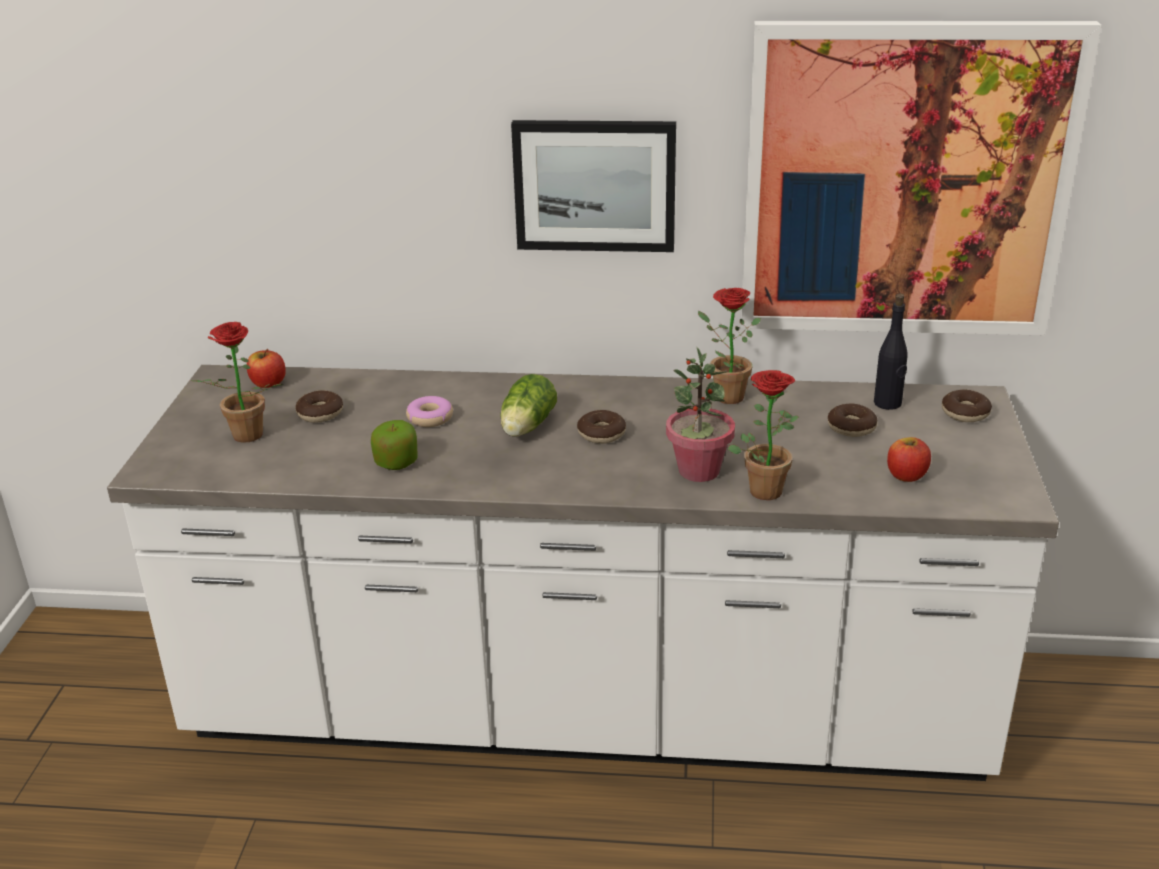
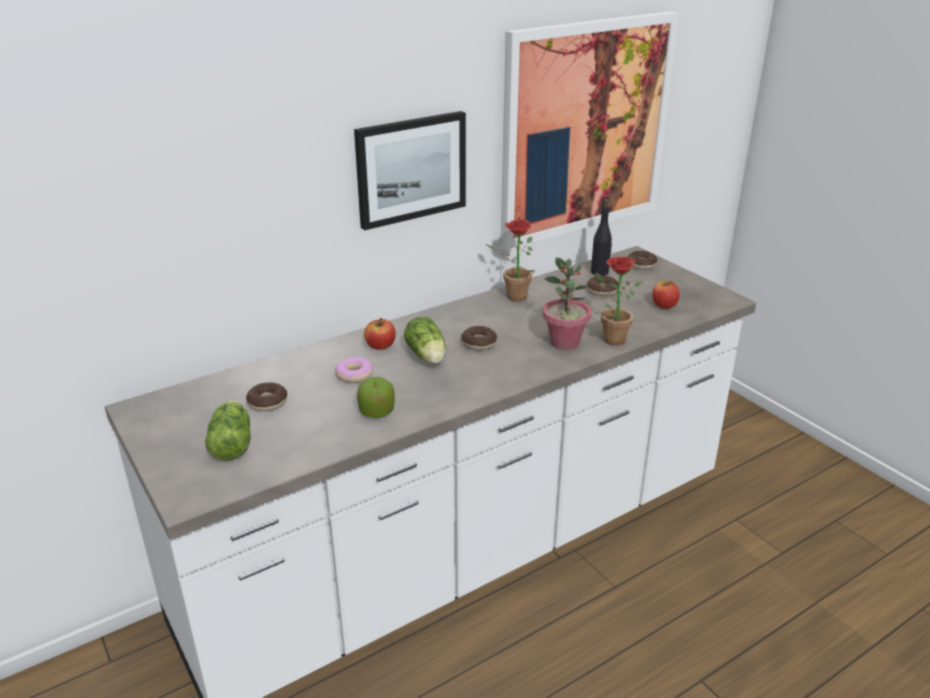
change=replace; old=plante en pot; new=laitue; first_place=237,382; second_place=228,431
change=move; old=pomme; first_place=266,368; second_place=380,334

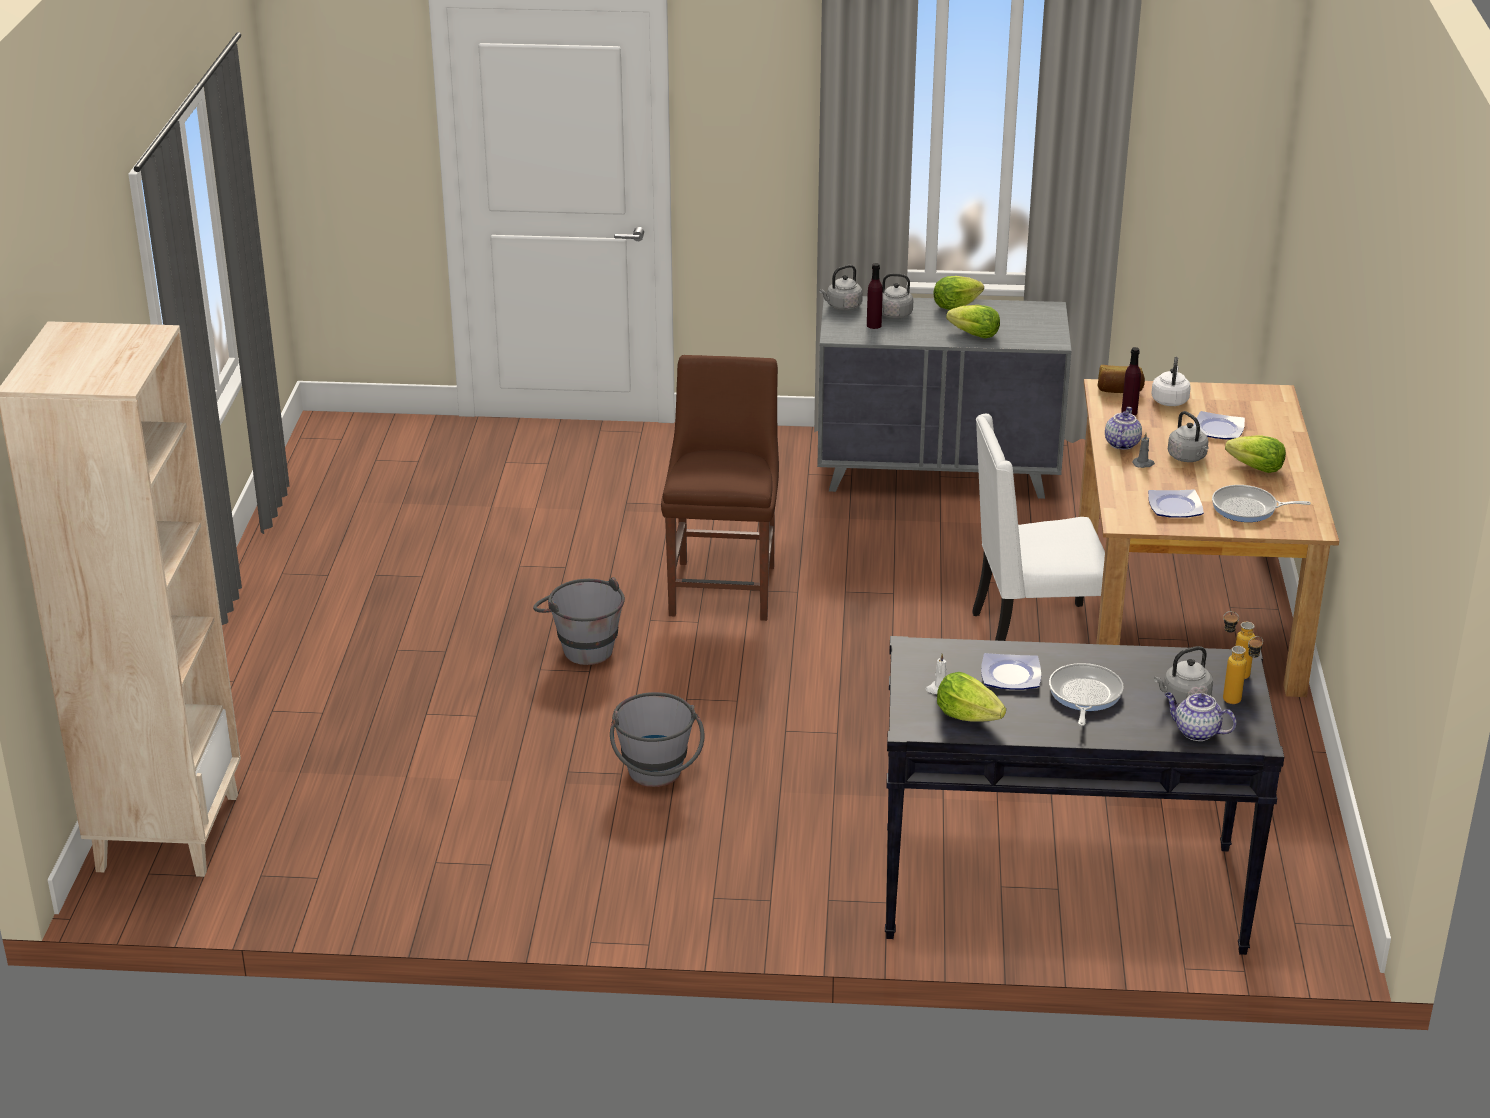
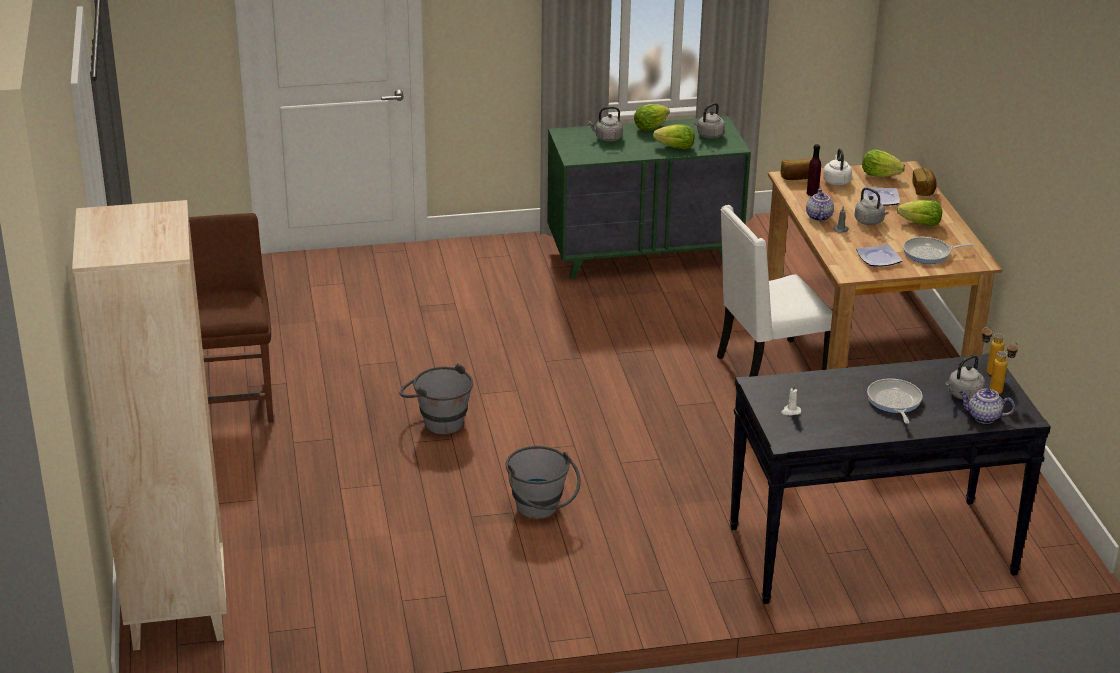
change=move; old=chaise/marron; first_place=720,488; second_place=231,318
change=recolor; old=commode/gris; new=commode/vert; first_place=944,397; second_place=649,197
change=move; old=bouilloire/gris; first_place=841,288; second_place=710,120
change=move; old=laitue; first_place=971,697; second_place=883,163
change=insert; new=pain; second_place=924,182
change=delete; old=bouteille/violet; first_place=875,296
change=delete; old=assiette; first_place=1011,671

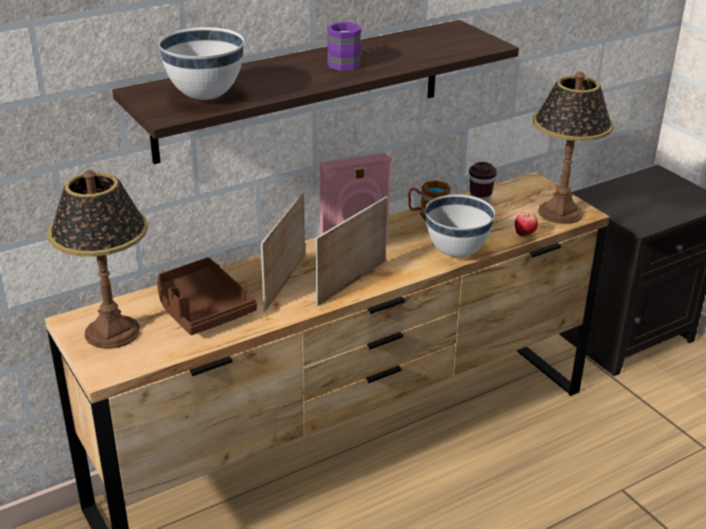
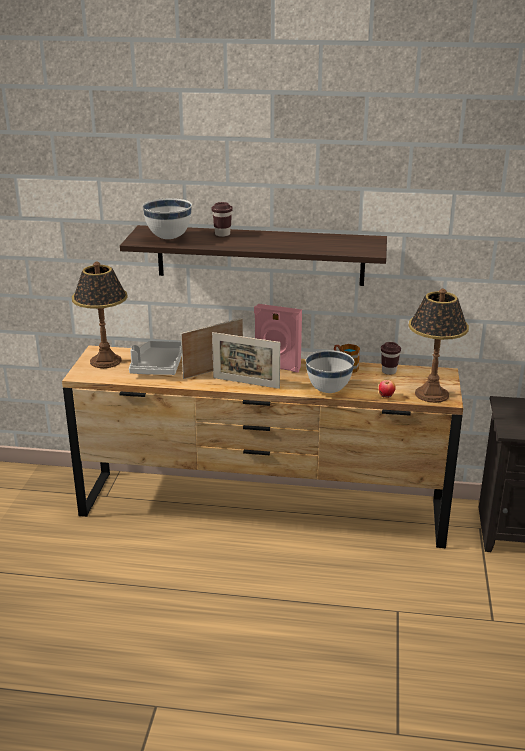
change=recolor; old=plateau/marron; new=plateau/gris; first_place=207,296; second_place=155,358
change=insert; new=tasse/marron; second_place=222,219
change=rotate; old=cadre photo; first_place=351,251; second_place=246,360; degrees=-150
change=delete; old=mug/violet; first_place=344,46

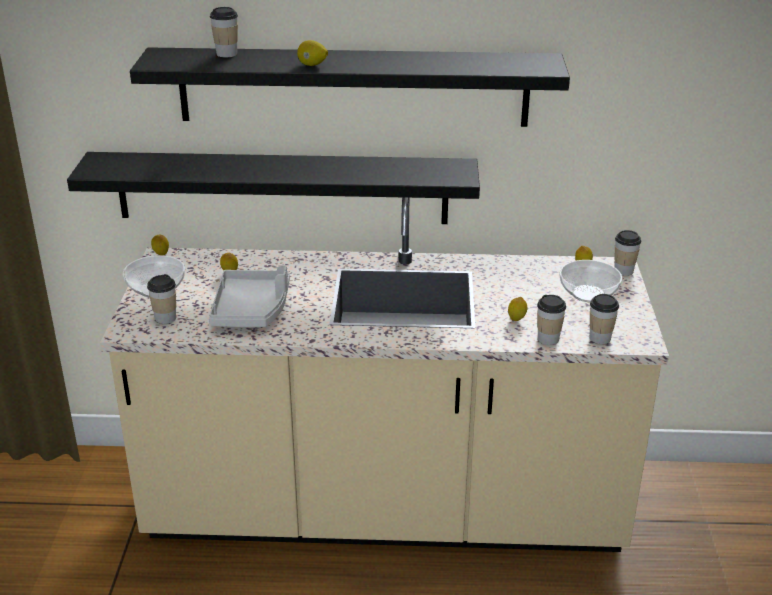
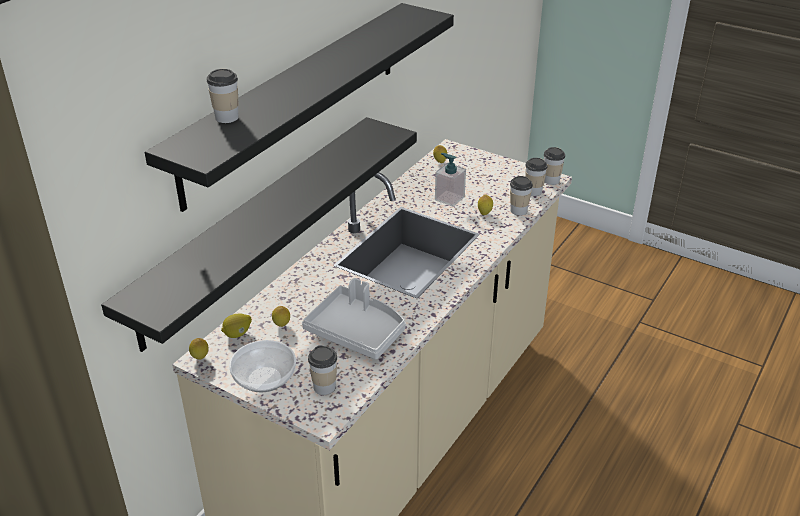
change=move; old=citron; first_place=312,53; second_place=236,325
change=insert; new=distributeur de savon; second_place=450,180
change=move; old=tasse; first_place=627,253; second_place=554,166
change=delete; old=bol; first_place=591,281

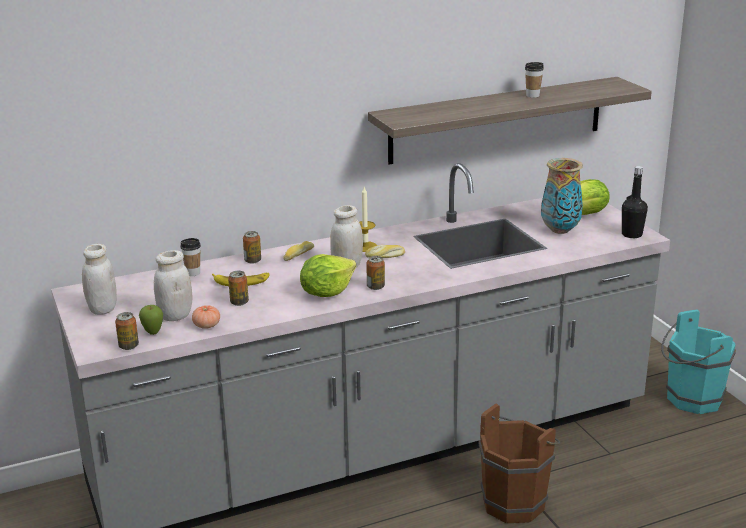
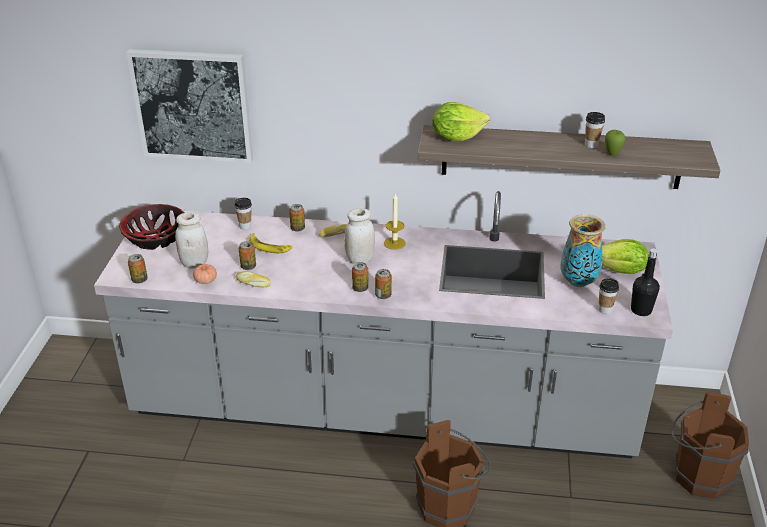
change=replace; old=bocal/blanc; new=bol; first_place=99,279; second_place=151,227
change=insert; new=tableau; second_place=189,106
change=move; old=pain; first_place=385,251; second_place=253,280
change=insert; new=boîte métallique; second_place=383,284
change=move; old=laitue; first_place=328,275; second_place=461,121
change=insert; new=tasse; second_place=608,296
change=move; old=pomme; first_place=151,320; second_place=615,142
change=recolor; old=seau/turquoise; new=seau/marron; first_place=698,361; second_place=710,445

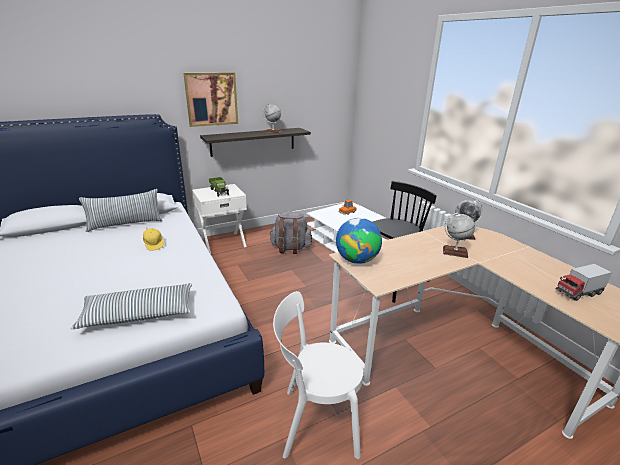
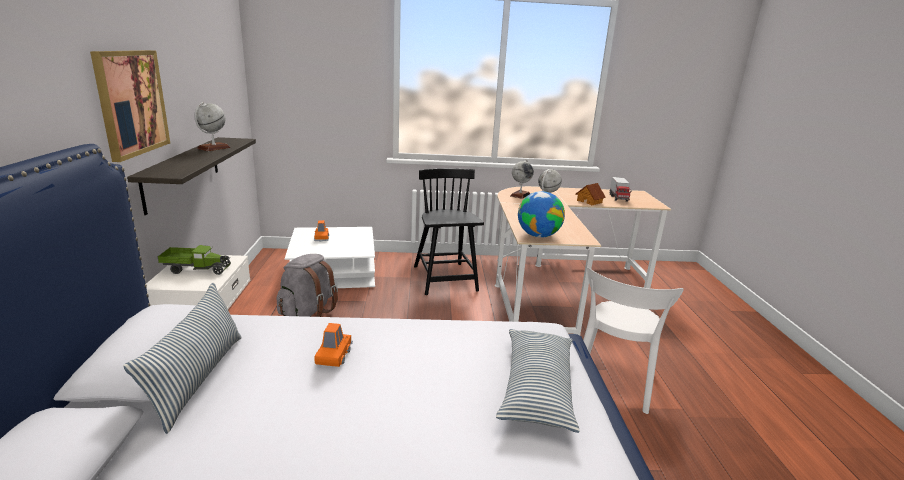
change=replace; old=casquette/jaune; new=petite voiture/orange; first_place=153,239; second_place=333,345
change=insert; new=maison miniature; second_place=590,194

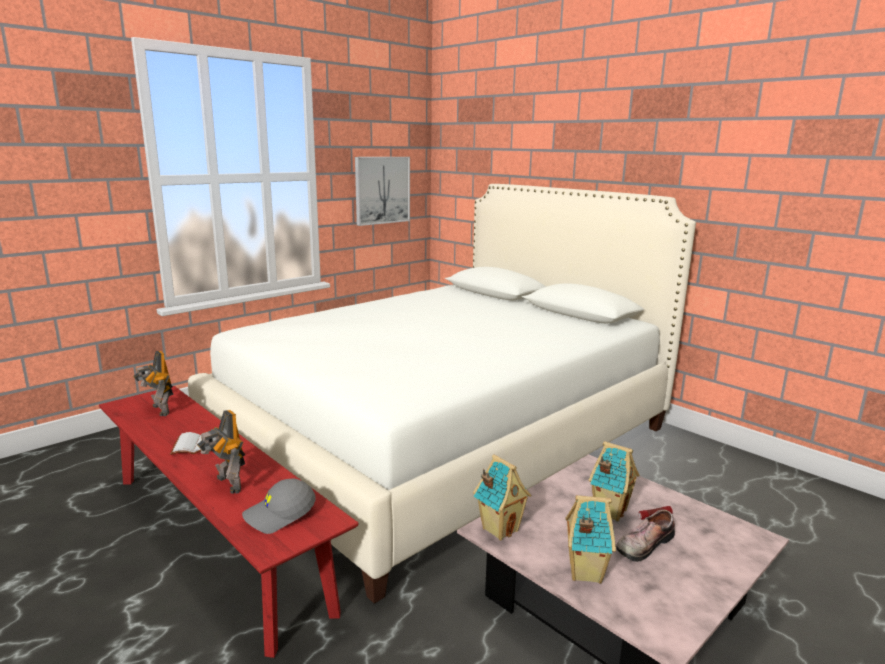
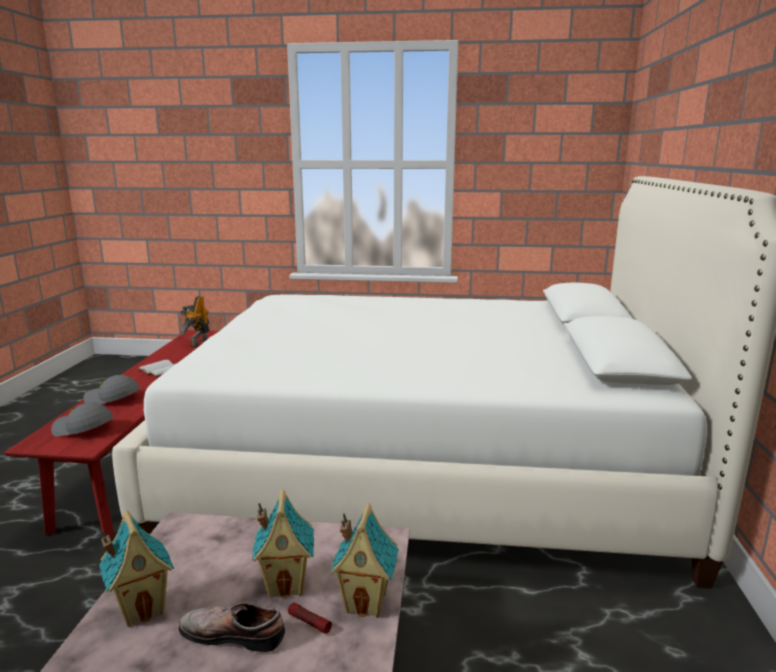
change=replace; old=robot jouet; new=casquette/gris; first_place=221,452; second_place=111,389
change=move; old=maison miniature; first_place=502,497; second_place=364,561
change=delete; old=tableau; first_place=382,191

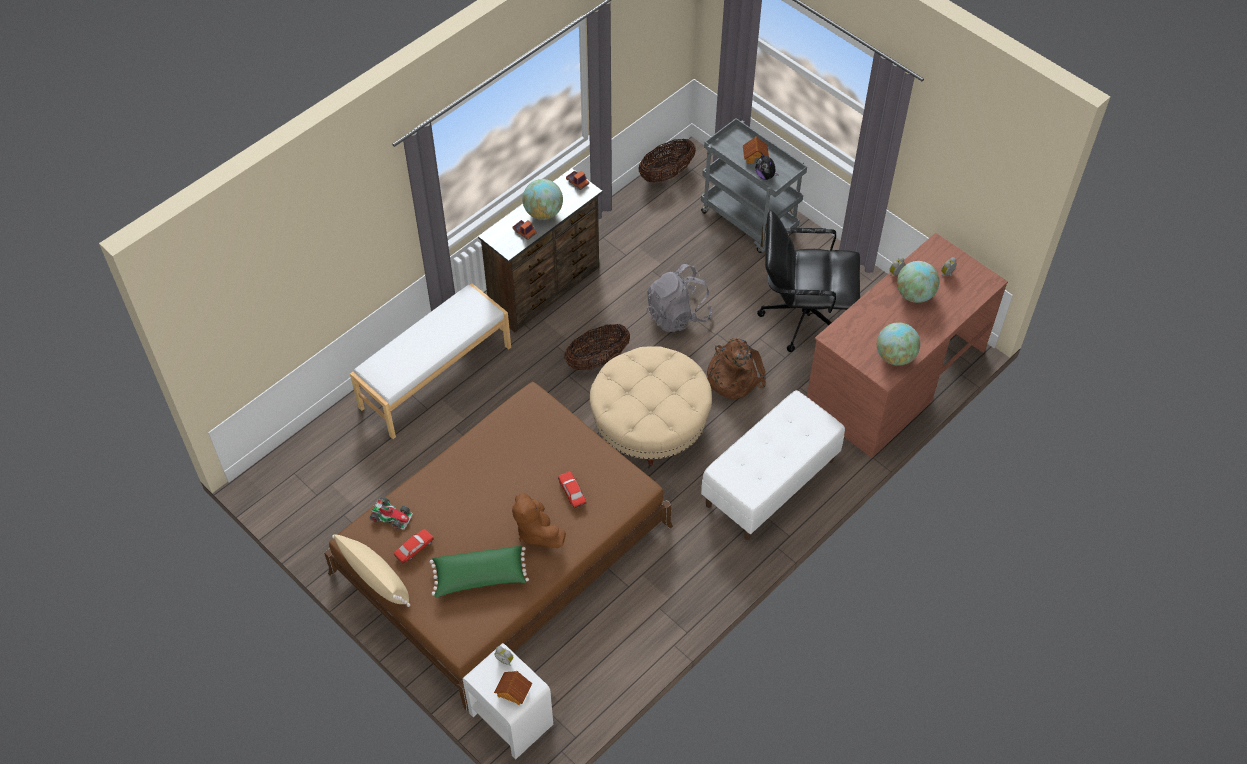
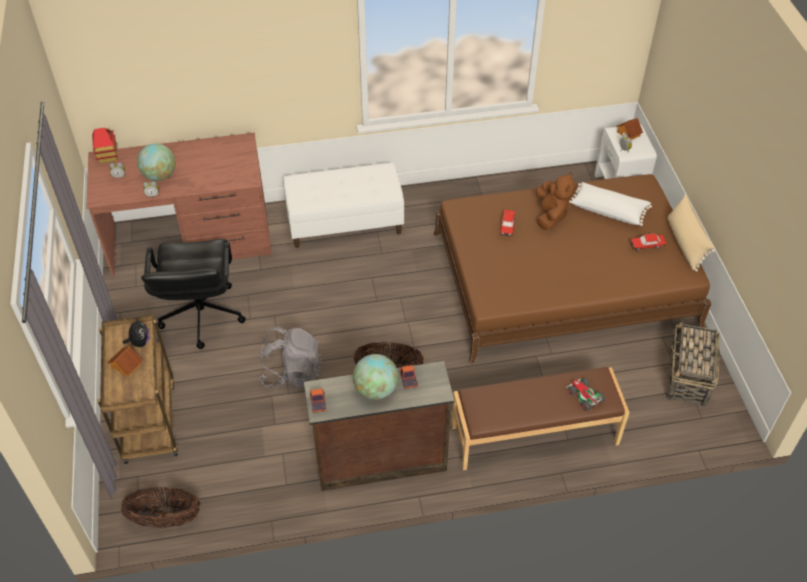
change=insert; new=maison miniature; second_place=104,145
change=recolor; old=chariot/gris; new=chariot/marron; first_place=754,185; second_place=138,389
change=rotate; old=chaise de bureau/noir; first_place=808,281; second_place=193,294; degrees=45
change=recolor; old=banc/blanc; new=banc/marron; first_place=430,361; second_place=540,418
change=move; old=petite voiture; first_place=391,513; second_place=585,394
change=recolor; old=coussin/vert; new=coussin/blanc; first_place=479,572; second_place=610,204
change=insert; new=panier; second_place=693,364
change=delete; old=pouf/beige; first_place=651,407
change=delete; old=sac à dos/marron; first_place=736,368
change=delete; old=globe; first_place=898,344

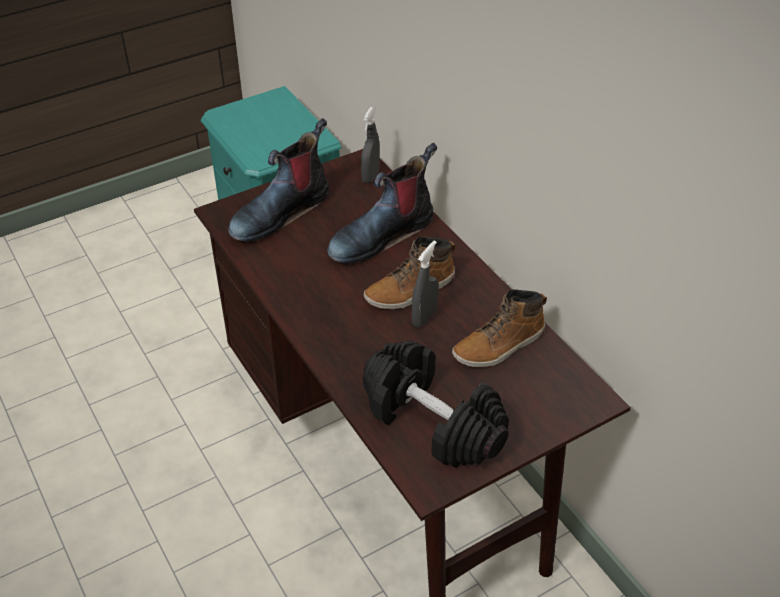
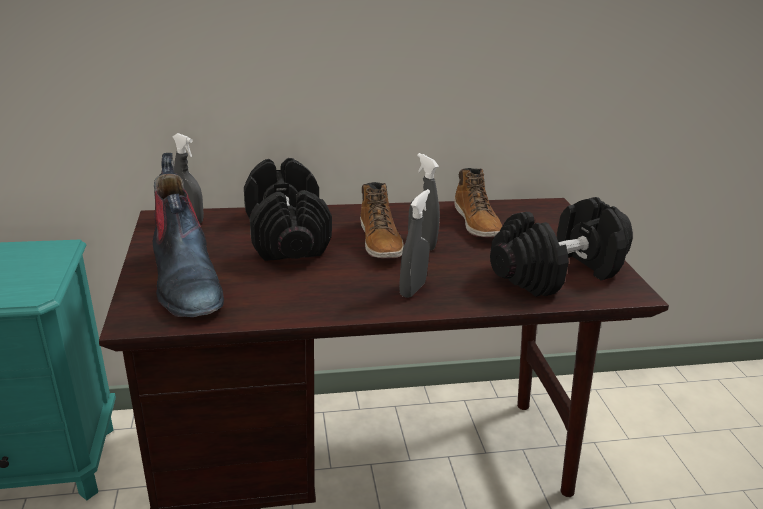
change=replace; old=botte; new=haltère/noir; first_place=382,203; second_place=288,209
change=insert; new=vaporisateur/gris; second_place=414,243

